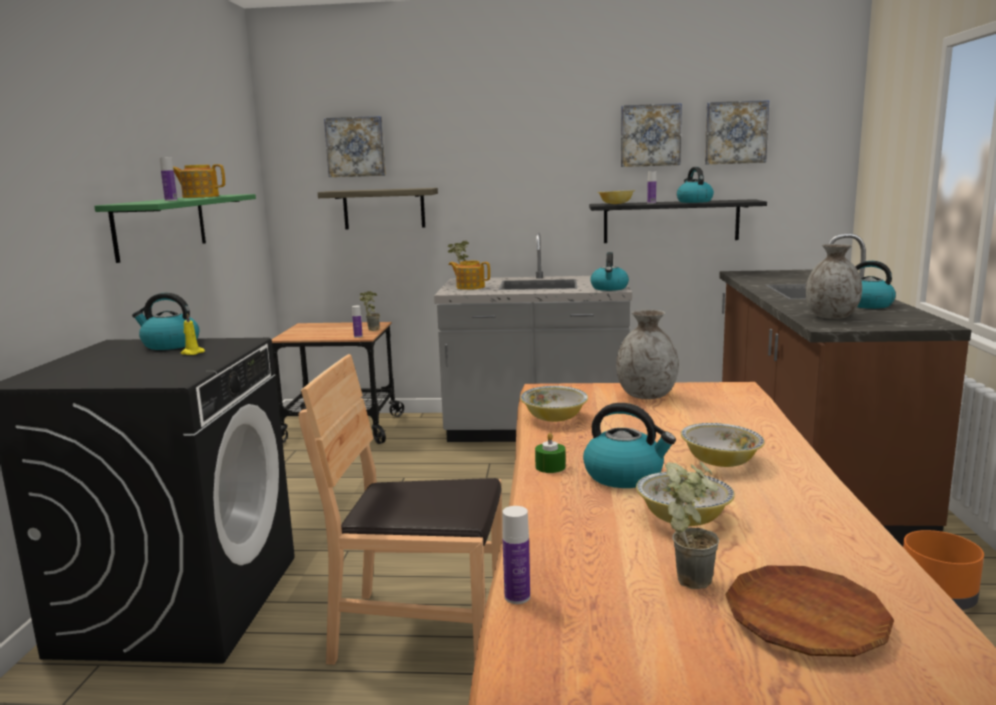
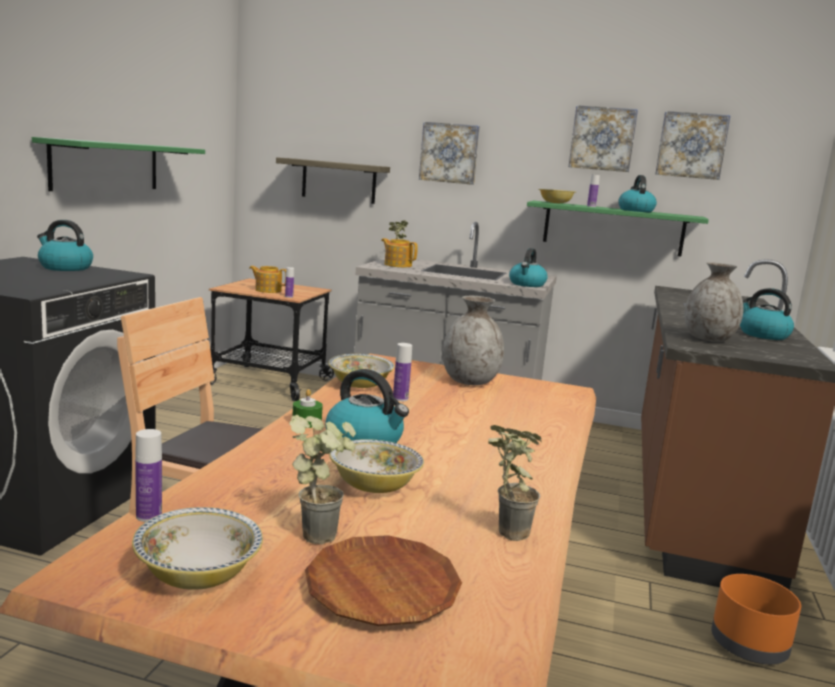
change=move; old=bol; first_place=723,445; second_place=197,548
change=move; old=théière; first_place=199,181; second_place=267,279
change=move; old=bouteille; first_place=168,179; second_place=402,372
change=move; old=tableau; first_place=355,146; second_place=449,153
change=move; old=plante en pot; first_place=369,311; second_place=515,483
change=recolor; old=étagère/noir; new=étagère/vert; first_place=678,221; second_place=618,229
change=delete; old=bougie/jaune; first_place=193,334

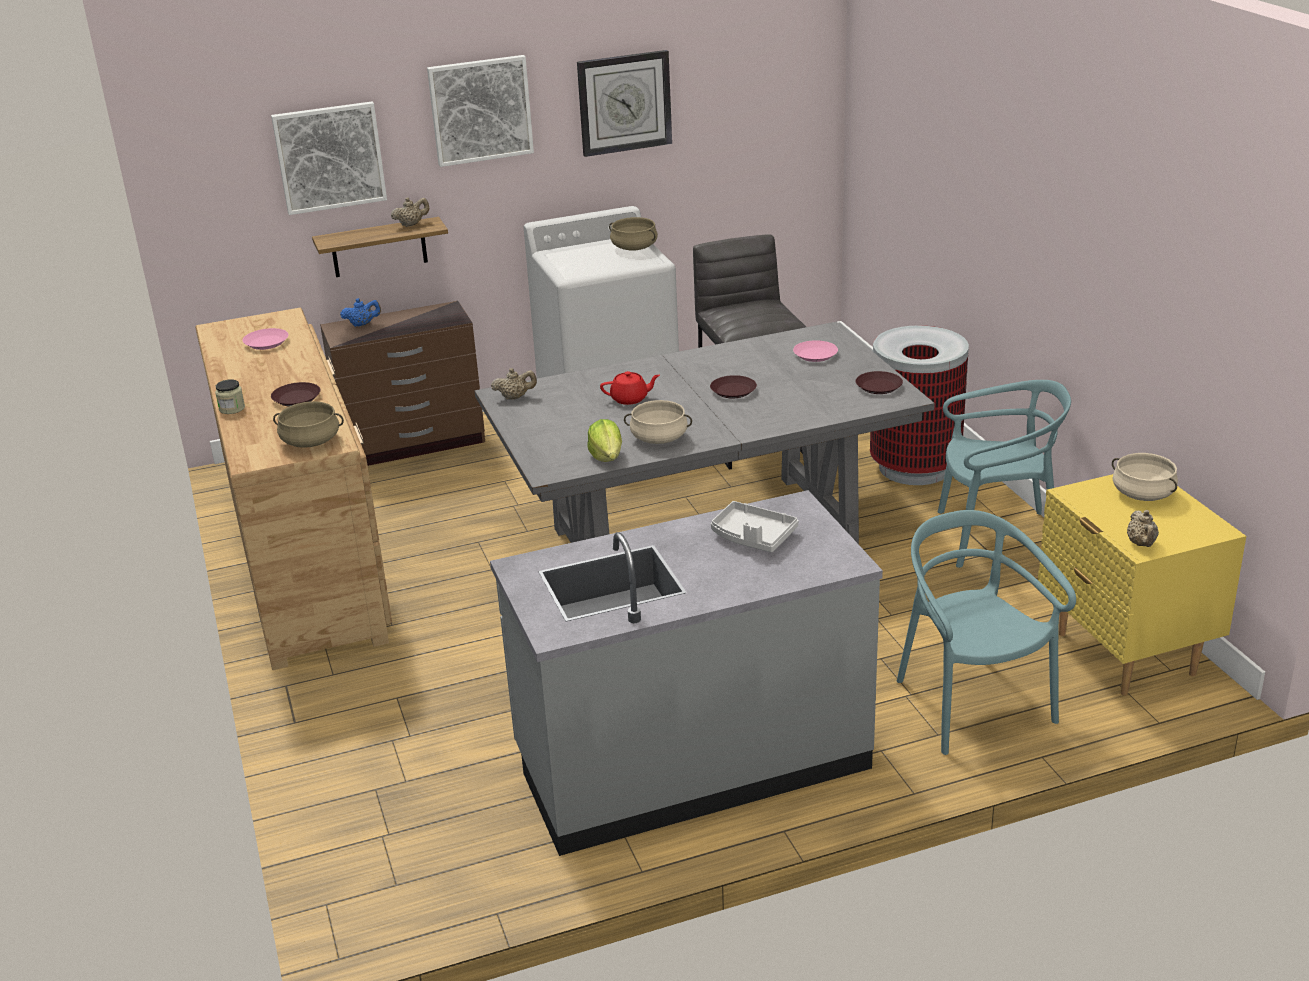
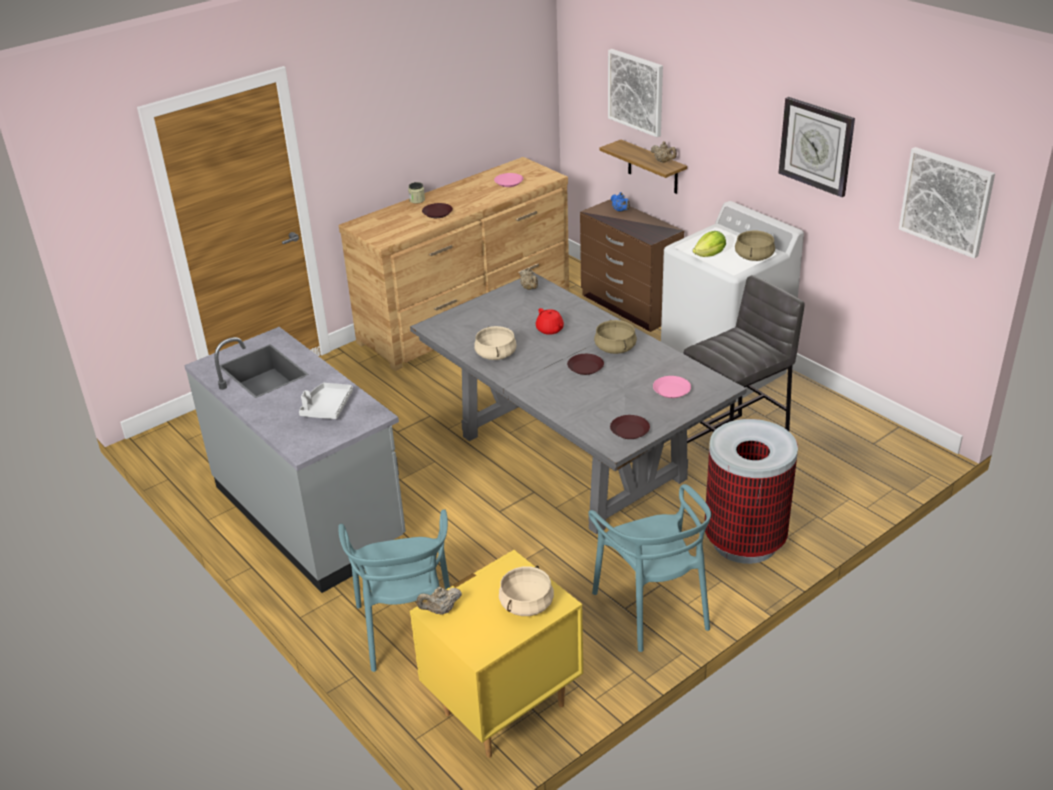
change=rotate; old=chaise/turquoise; first_place=986,632; second_place=394,590; degrees=120
change=move; old=marmite/beige; first_place=308,424; second_place=615,337
change=move; old=laitue; first_place=604,440; second_place=709,244
change=move; old=tableau; first_place=480,111; second_place=947,203

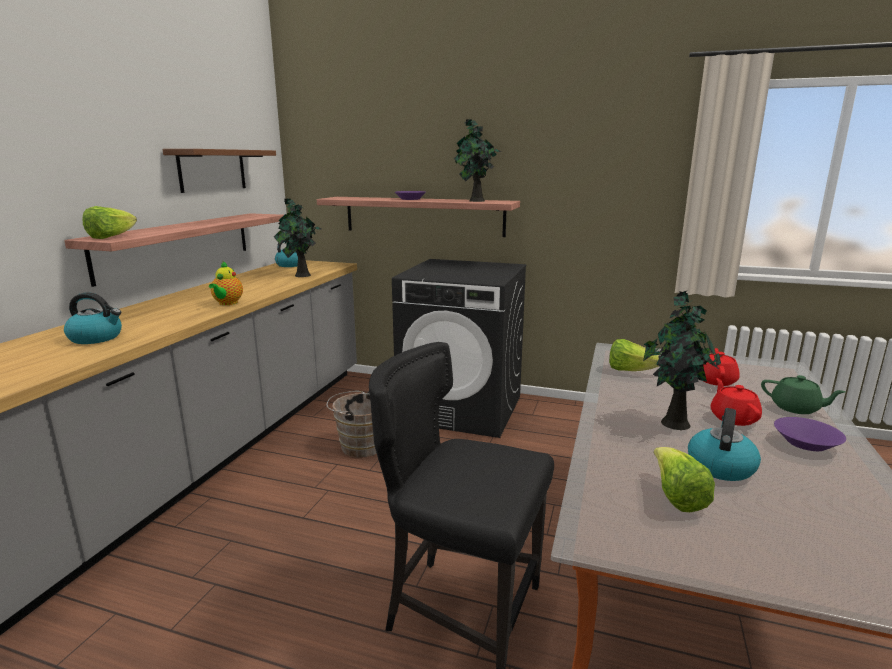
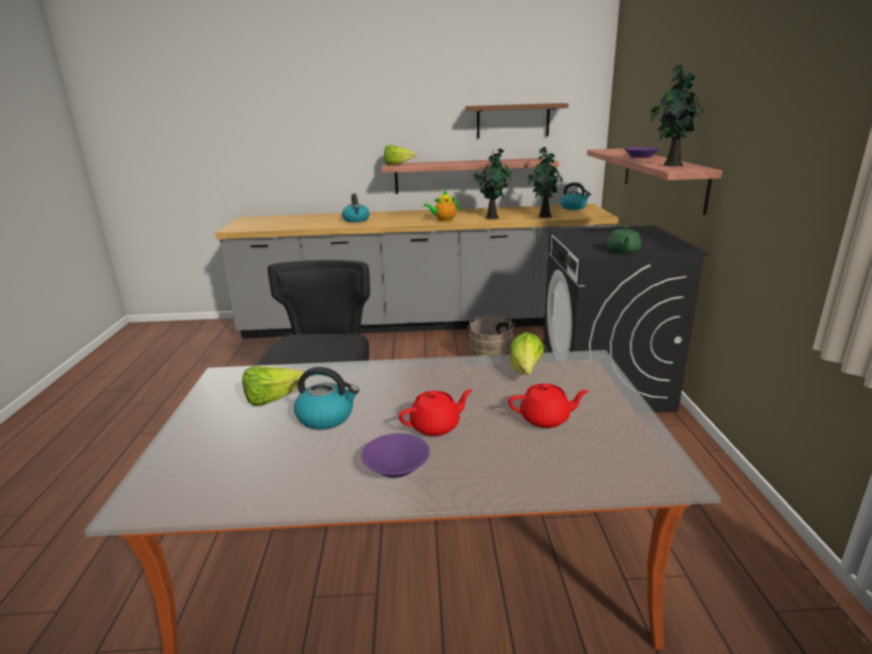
change=move; old=plante en pot; first_place=682,360; second_place=492,183
change=move; old=théière/vert; first_place=803,394; second_place=624,240

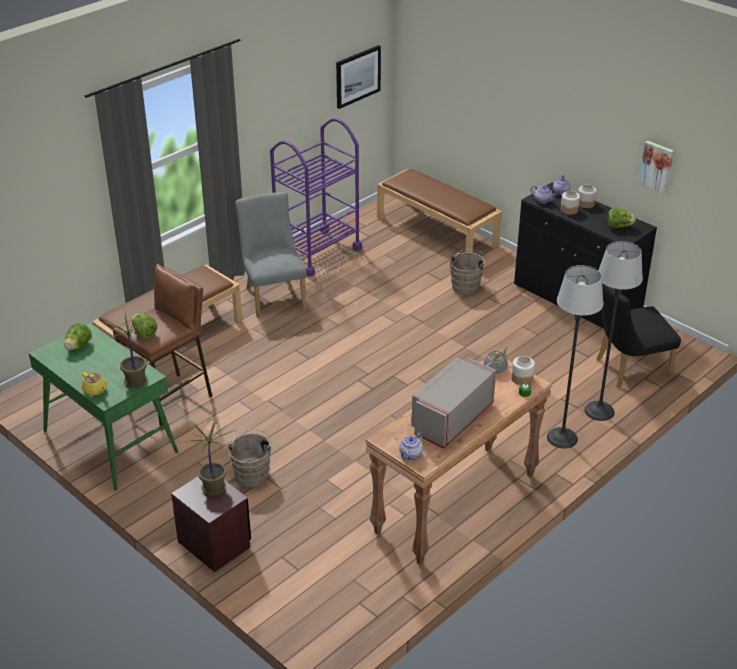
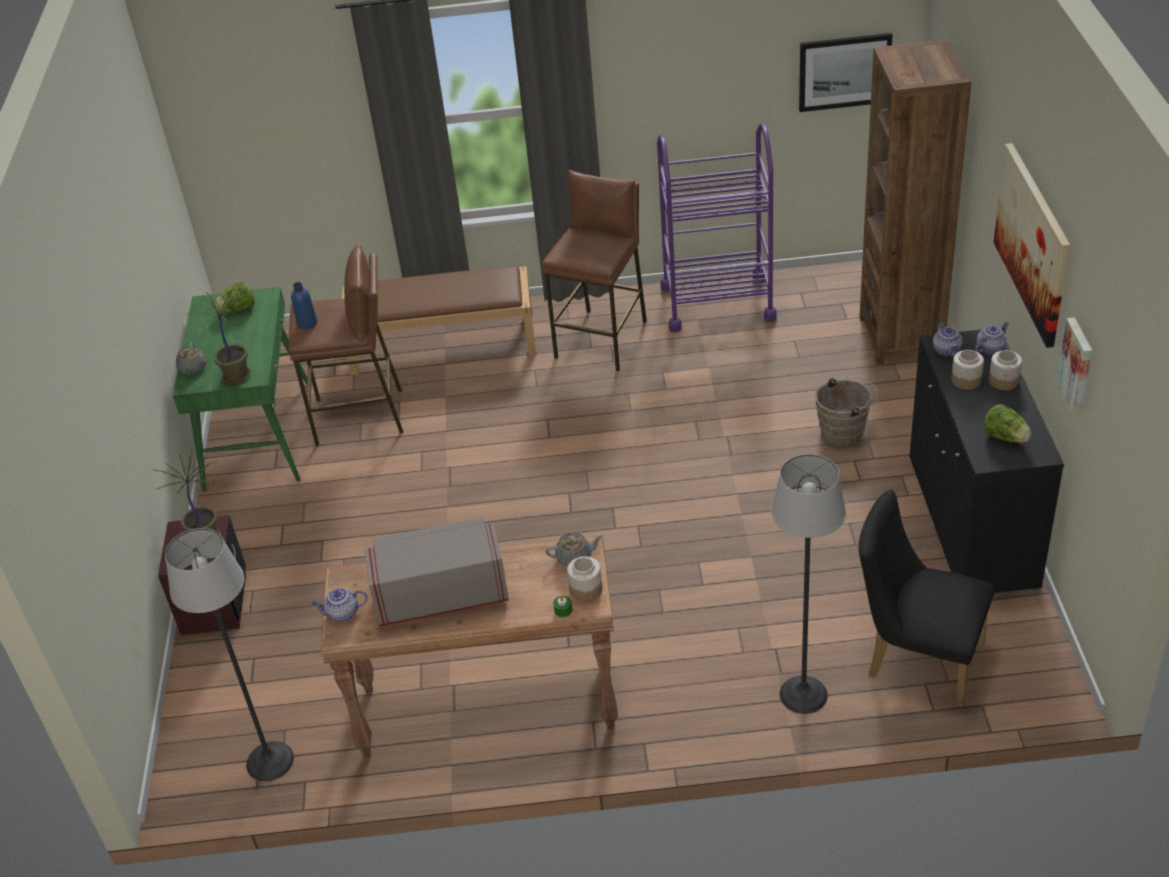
change=move; old=lampadaire; first_place=575,356; second_place=229,654
change=recolor; old=théière/jaune; new=théière/gris; first_place=94,384; second_place=191,358
change=replace; old=laitue; new=bouteille/bleu; first_place=144,326; second_place=304,305
change=replace; old=chaise/gris; new=tabouret/marron; first_place=271,255; second_place=594,270
change=replace; old=banc/marron; new=bibliothèque/marron; first_place=439,210; second_place=915,202
change=insert; new=tableau; second_place=1032,245
change=delete; old=seau/marron; first_place=250,458

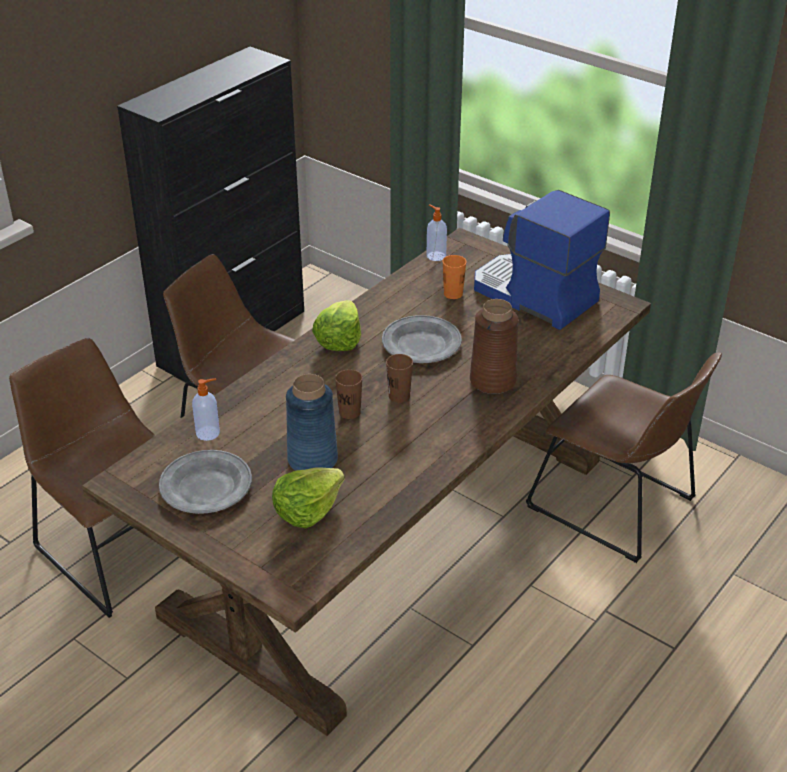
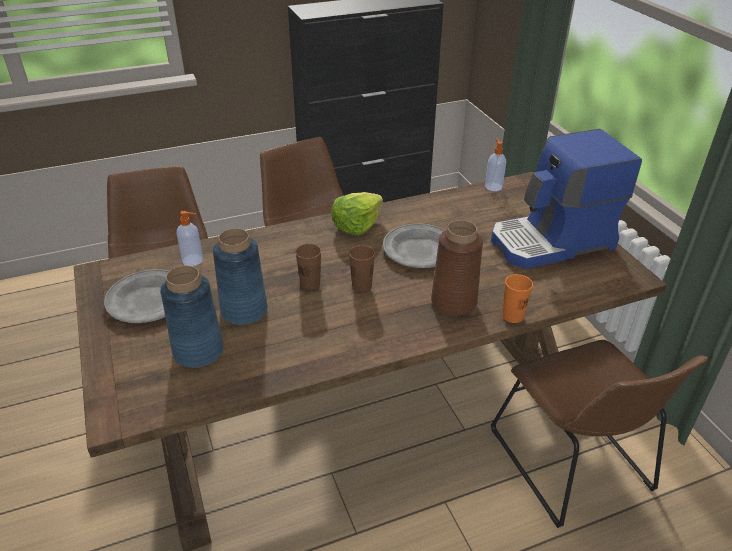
change=replace; old=laitue; new=vase/bleu; first_place=308,497; second_place=192,317
change=rotate; old=machine à café; first_place=542,260; second_place=566,199; degrees=-90
change=move; old=tasse/orange; first_place=455,277; second_place=517,298

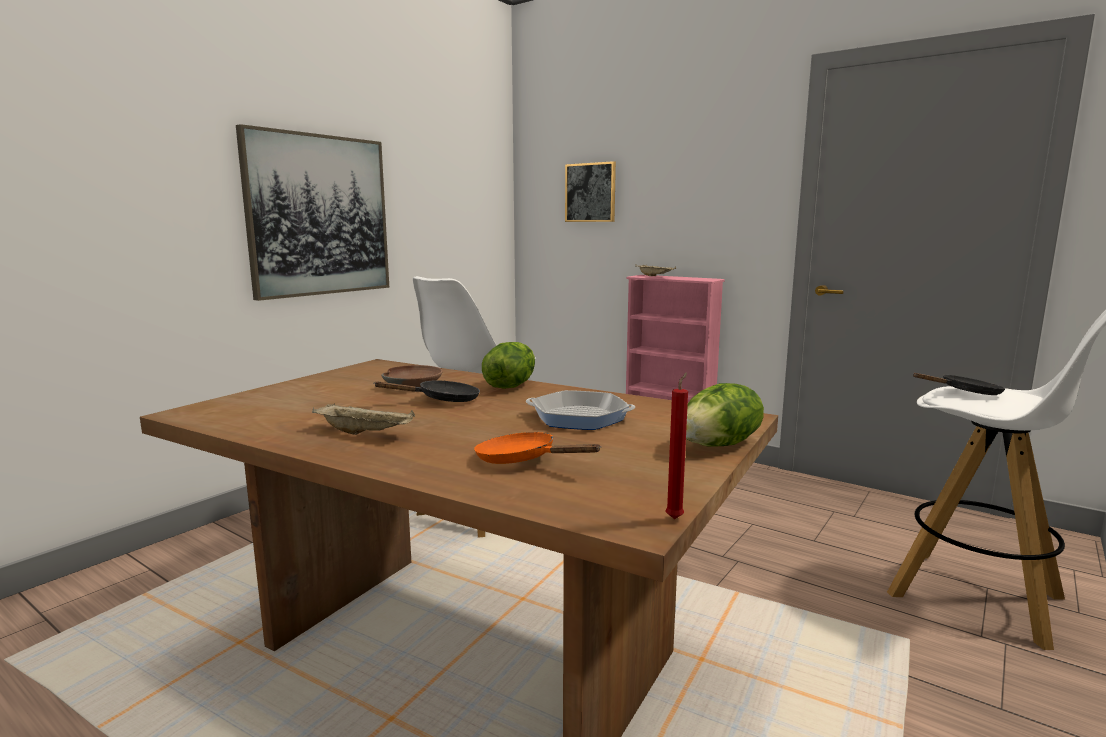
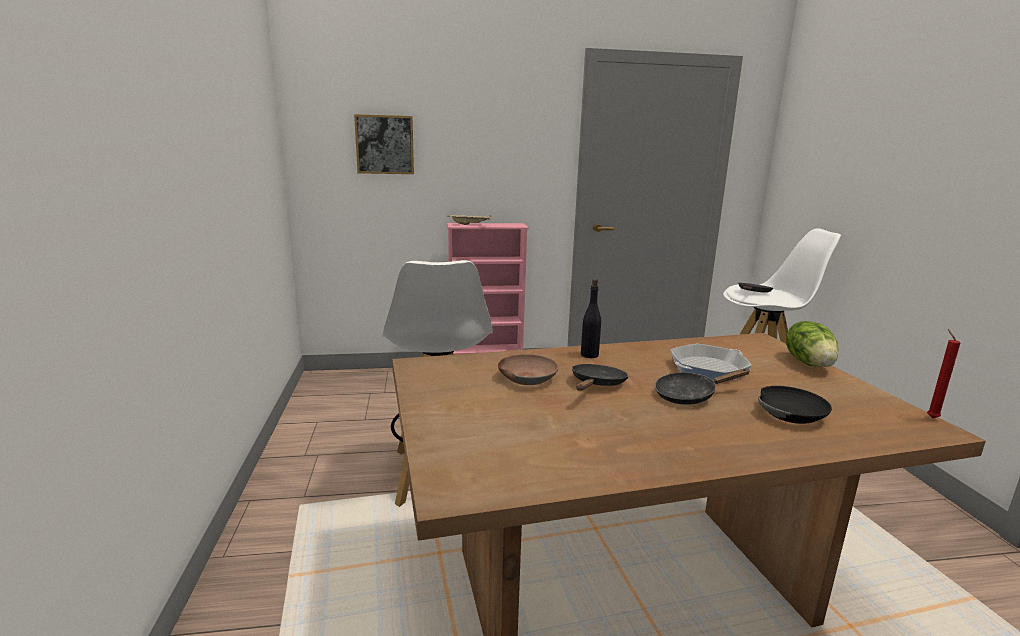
change=replace; old=laitue; new=bouteille/noir; first_place=508,365; second_place=591,318
change=insert; new=poêle/noir; second_place=702,387
change=replace; old=poêle/orange; new=bol/noir; first_place=537,448; second_place=795,405
change=delete; old=tableau; first_place=312,212
change=delete; old=plateau/beige; first_place=363,419

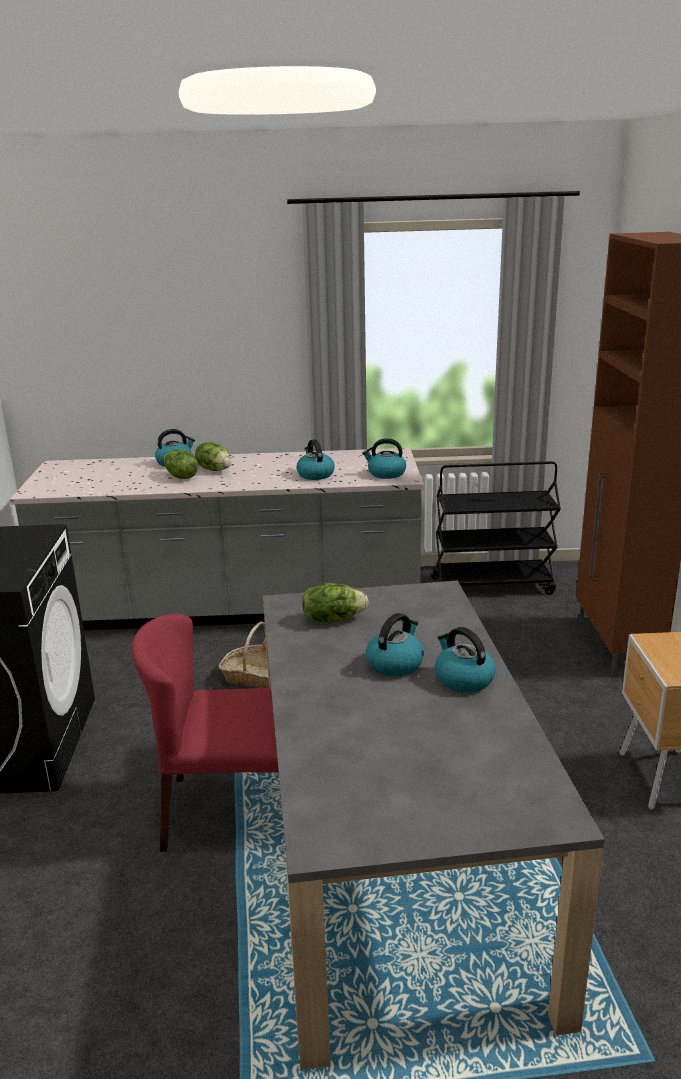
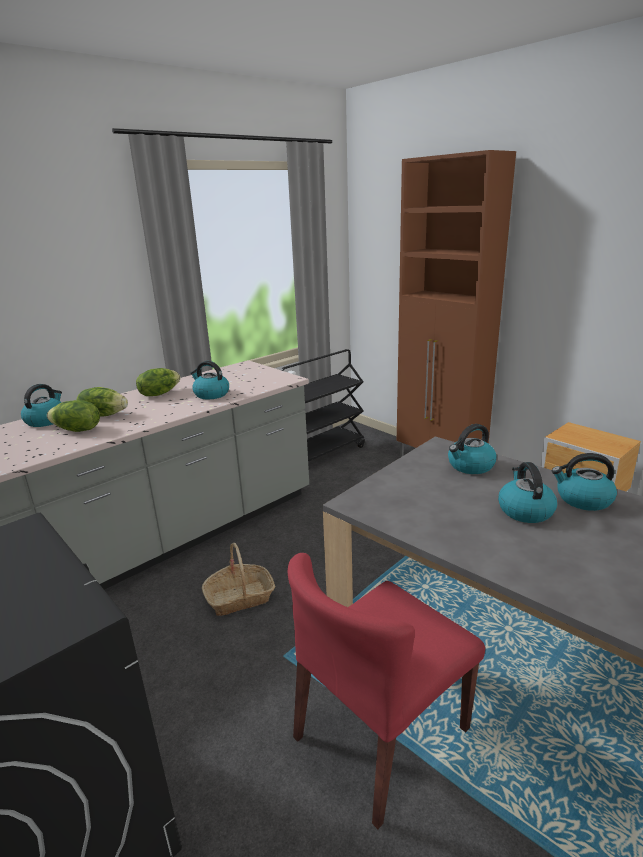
change=move; old=laitue; first_place=335,603; second_place=158,382
change=move; old=bouilloire; first_place=384,458; second_place=472,449

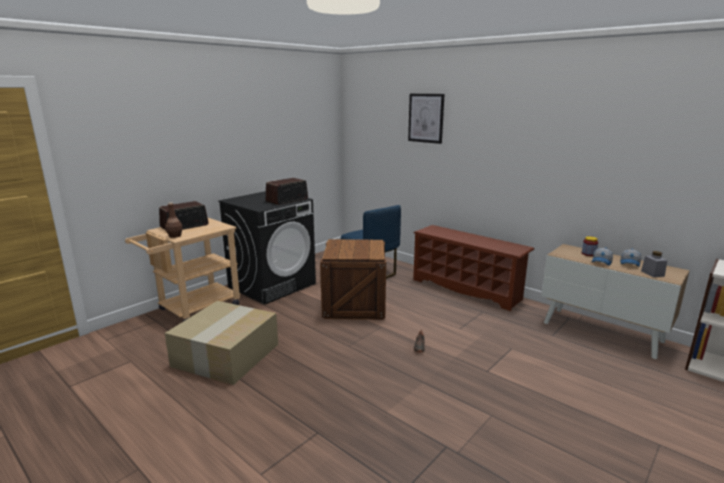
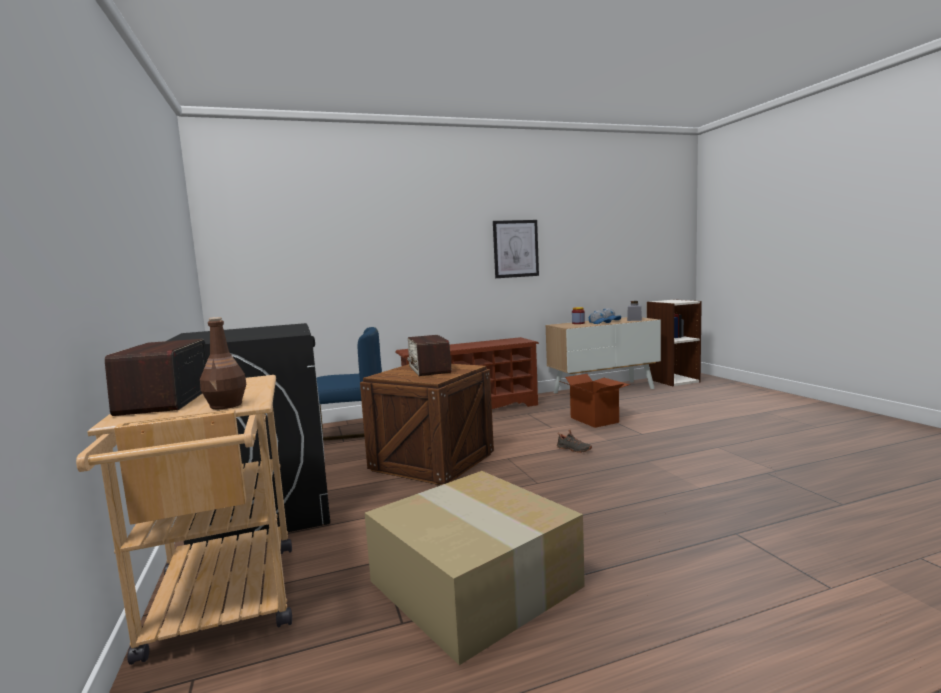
change=move; old=radio; first_place=287,191; second_place=429,355
change=move; old=tableau; first_place=426,119; second_place=516,249
change=insert; new=carton; second_place=594,401

